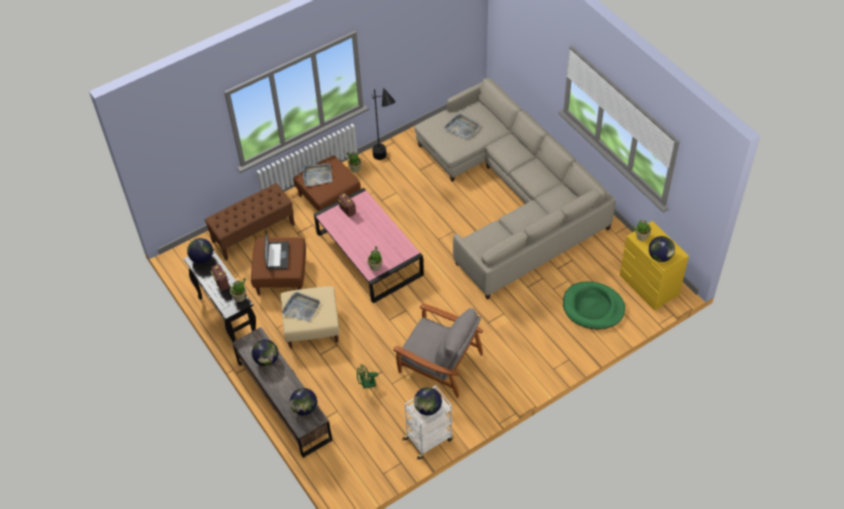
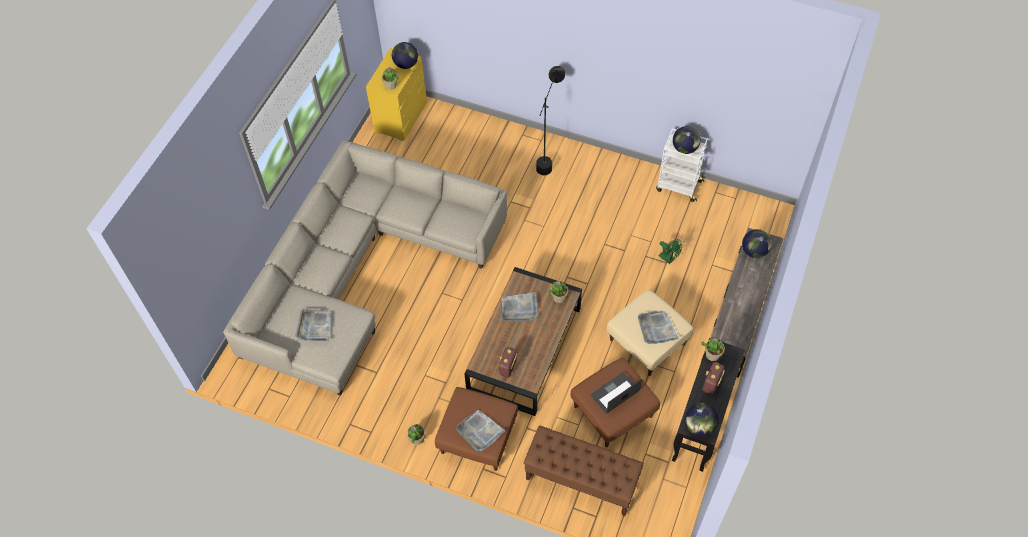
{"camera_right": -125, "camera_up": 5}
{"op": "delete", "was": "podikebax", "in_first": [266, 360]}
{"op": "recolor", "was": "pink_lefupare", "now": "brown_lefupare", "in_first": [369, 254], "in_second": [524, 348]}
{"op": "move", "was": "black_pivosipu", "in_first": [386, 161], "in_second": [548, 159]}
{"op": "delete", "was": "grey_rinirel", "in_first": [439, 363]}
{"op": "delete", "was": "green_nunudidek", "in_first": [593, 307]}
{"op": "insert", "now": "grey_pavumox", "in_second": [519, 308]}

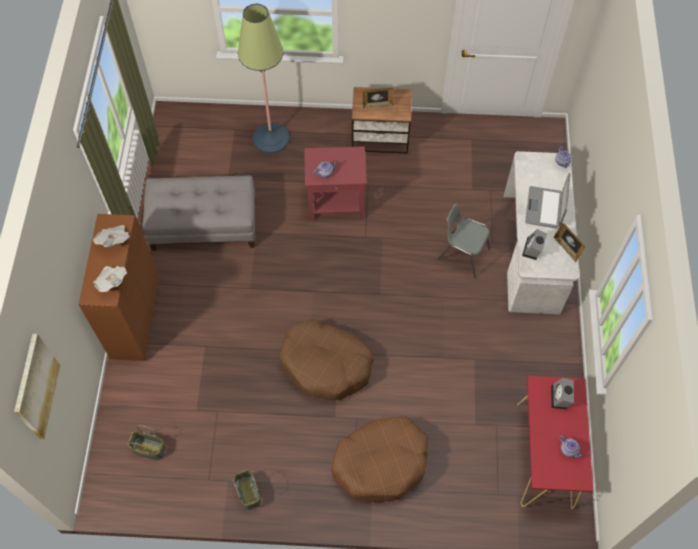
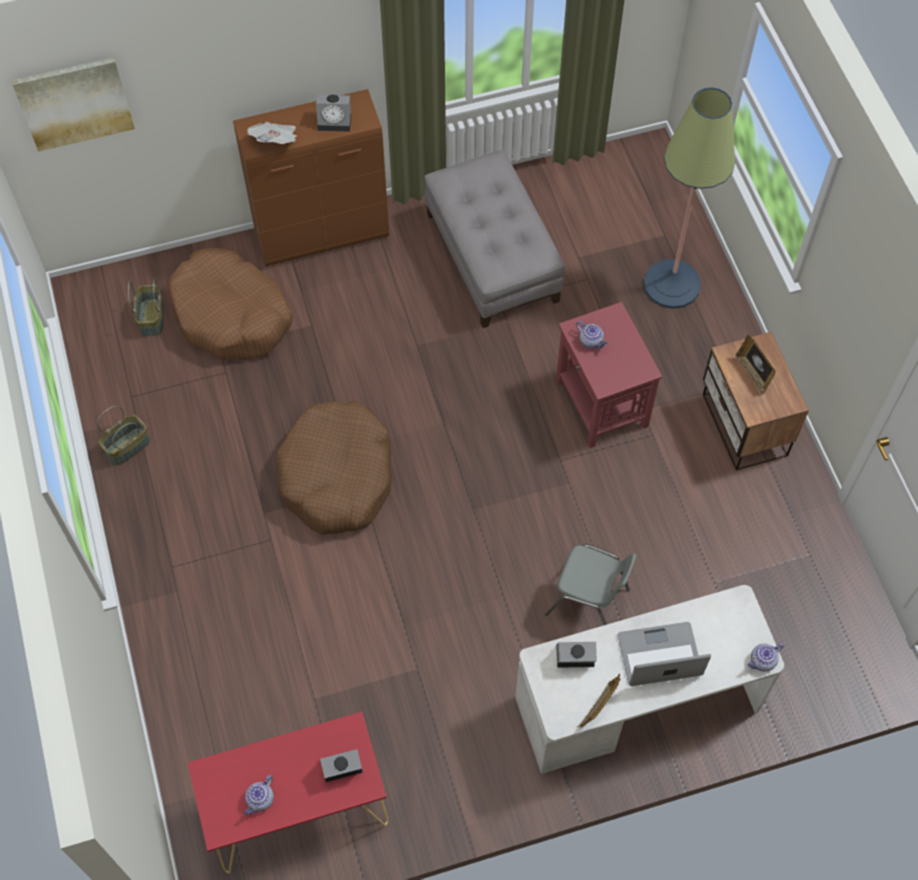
{"camera_right": 70, "camera_up": 0}
{"op": "replace", "was": "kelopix", "now": "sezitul", "in_first": [114, 240], "in_second": [335, 121]}
{"op": "move", "was": "brown_nunudidek", "in_first": [381, 462], "in_second": [231, 315]}
{"op": "rotate", "was": "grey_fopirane", "in_first": [462, 254], "in_second": [588, 602], "clockwise": 105}

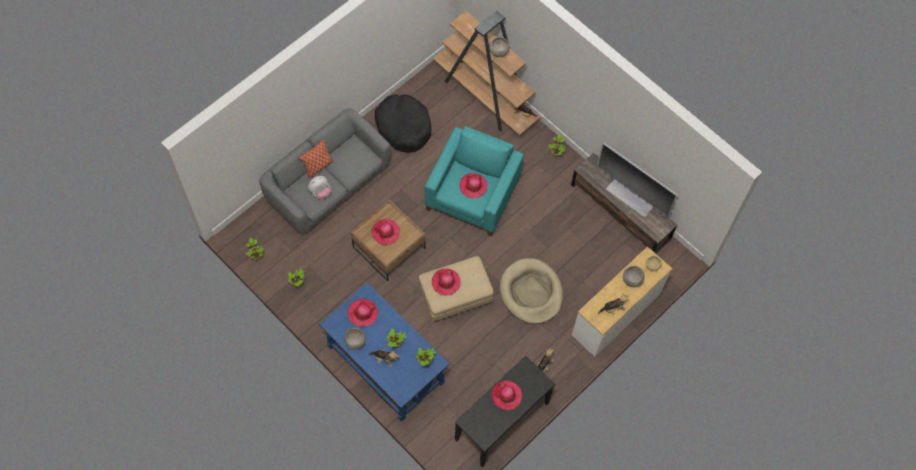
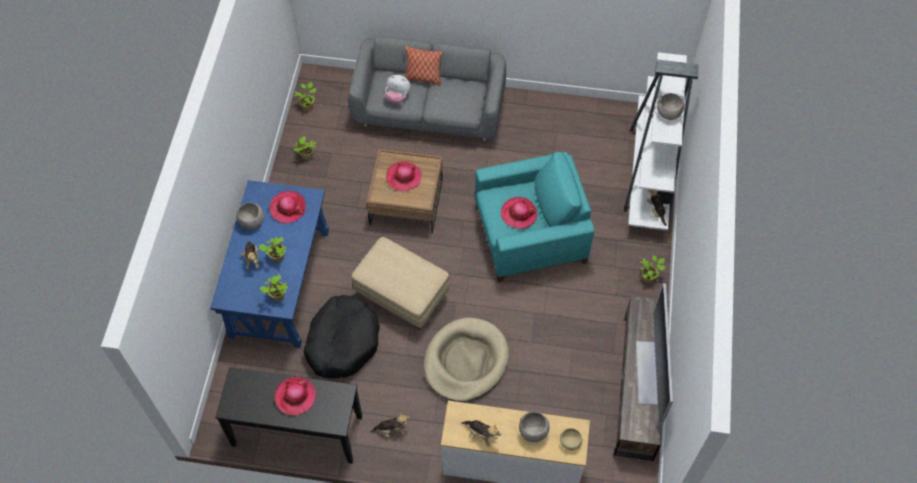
{"camera_right": 55, "camera_up": -5}
{"op": "move", "was": "black_nunudidek", "in_first": [403, 127], "in_second": [342, 341]}
{"op": "delete", "was": "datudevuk", "in_first": [446, 282]}
{"op": "recolor", "was": "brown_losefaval", "now": "white_losefaval", "in_first": [486, 96], "in_second": [650, 173]}

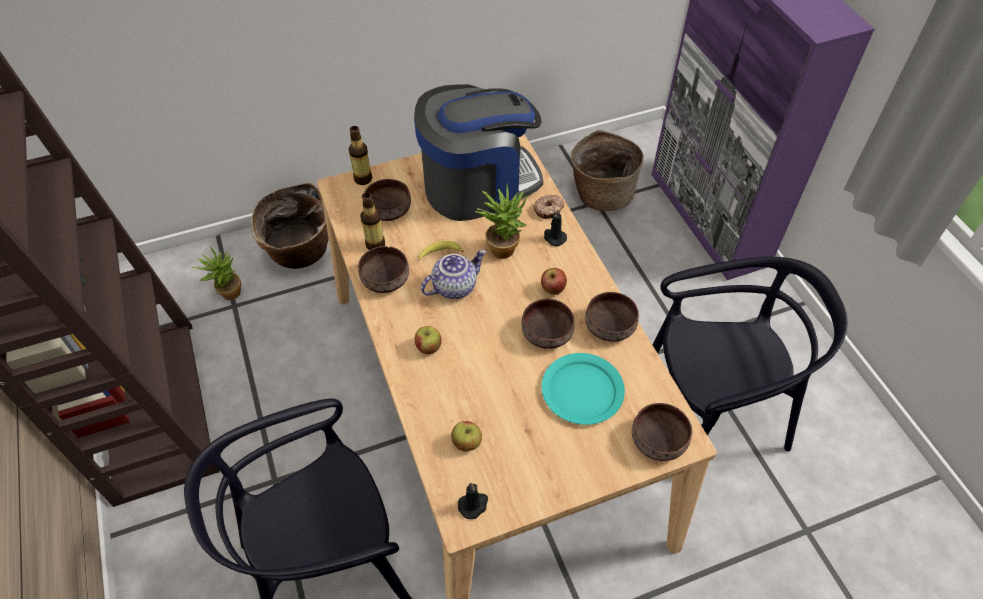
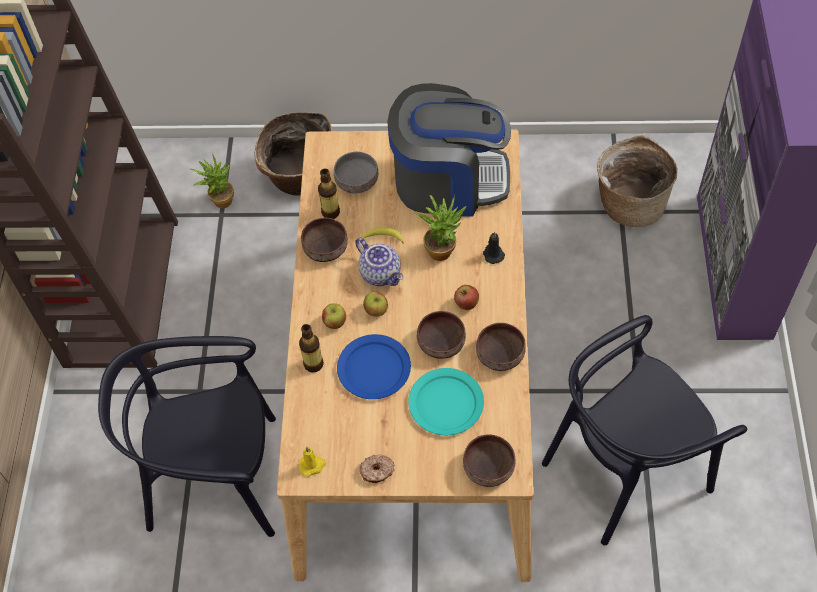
{"camera_right": 25, "camera_up": 5}
{"op": "move", "was": "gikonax", "in_first": [363, 179], "in_second": [313, 364]}
{"op": "recolor", "was": "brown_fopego", "now": "grey_fopego", "in_first": [388, 209], "in_second": [356, 180]}
{"op": "rotate", "was": "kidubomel", "in_first": [454, 286], "in_second": [381, 273], "clockwise": 60}
{"op": "move", "was": "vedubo", "in_first": [466, 443], "in_second": [376, 310]}
{"op": "recolor", "was": "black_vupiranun", "now": "yellow_vupiranun", "in_first": [473, 505], "in_second": [312, 465]}
{"op": "move", "was": "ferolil", "in_first": [549, 210], "in_second": [377, 471]}
{"op": "rotate", "was": "black_fopirane", "in_first": [711, 415], "in_second": [625, 470], "clockwise": 135}
{"op": "insert", "now": "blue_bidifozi", "in_second": [373, 368]}

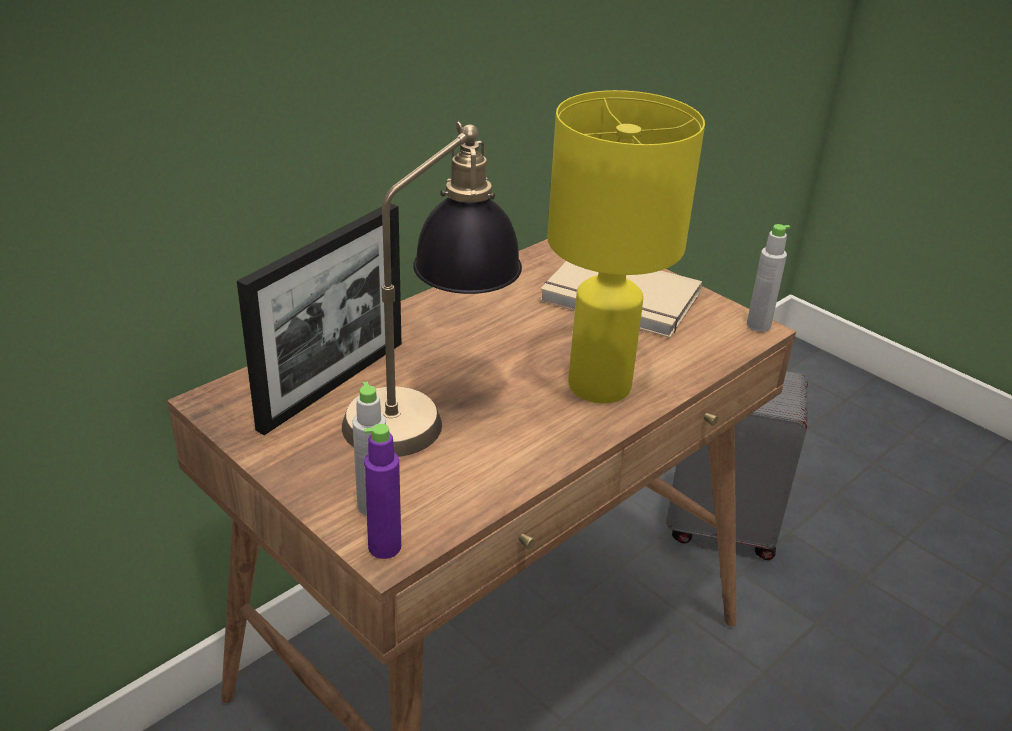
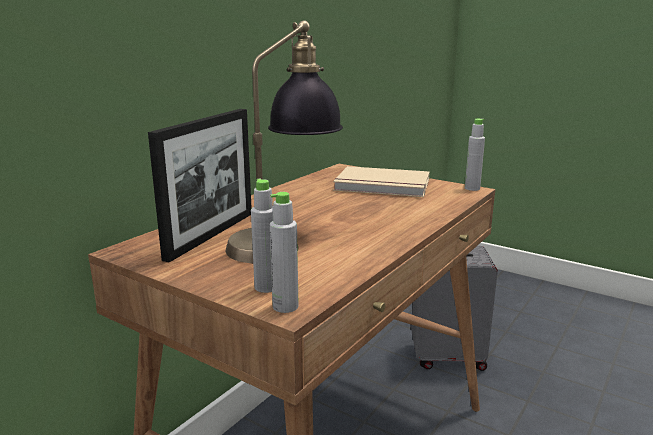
{"camera_right": -10, "camera_up": -15}
{"op": "recolor", "was": "purple_gikonax", "now": "grey_gikonax", "in_first": [384, 547], "in_second": [285, 306]}
{"op": "delete", "was": "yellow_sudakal", "in_first": [597, 384]}

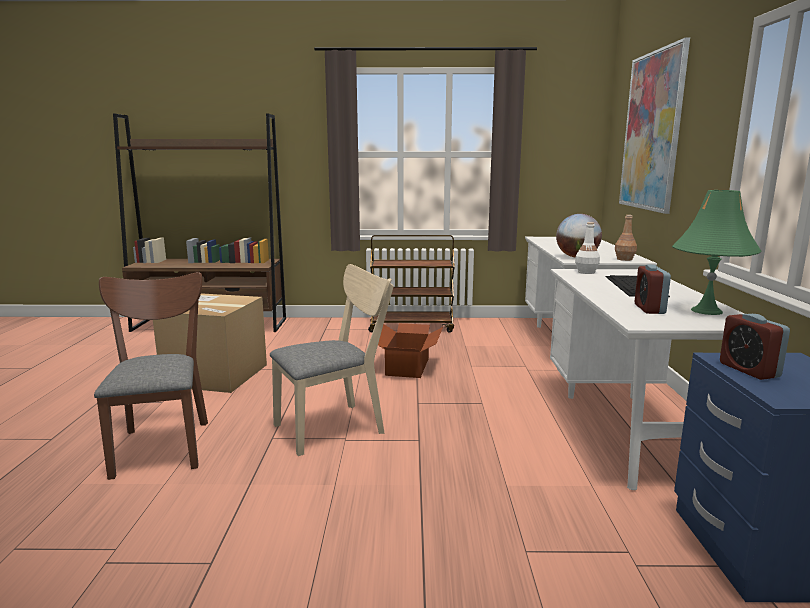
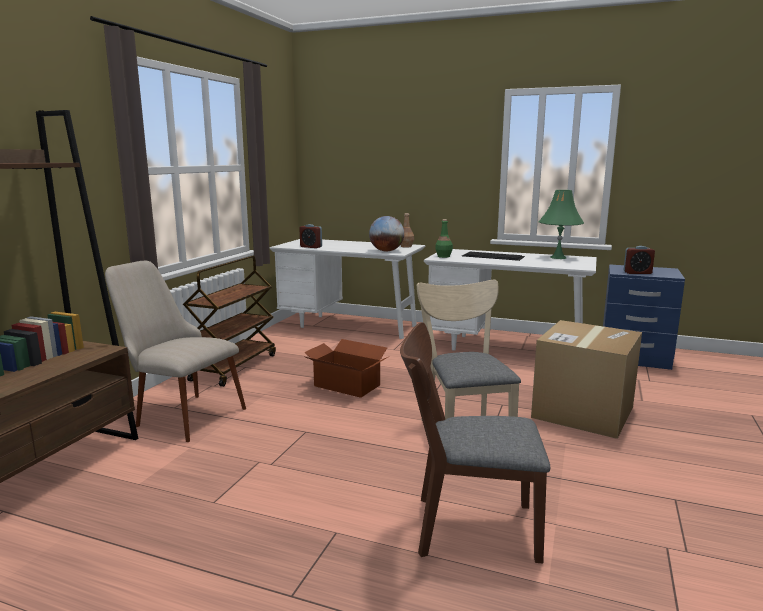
{"camera_right": -70, "camera_up": 0}
{"op": "move", "was": "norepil", "in_first": [216, 375], "in_second": [583, 412]}
{"op": "recolor", "was": "white_gikonax", "now": "green_gikonax", "in_first": [586, 272], "in_second": [443, 256]}
{"op": "delete", "was": "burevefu", "in_first": [651, 131]}
{"op": "move", "was": "sezitul", "in_first": [649, 309], "in_second": [311, 247]}
{"op": "insert", "now": "beige_fopirane", "in_second": [179, 413]}

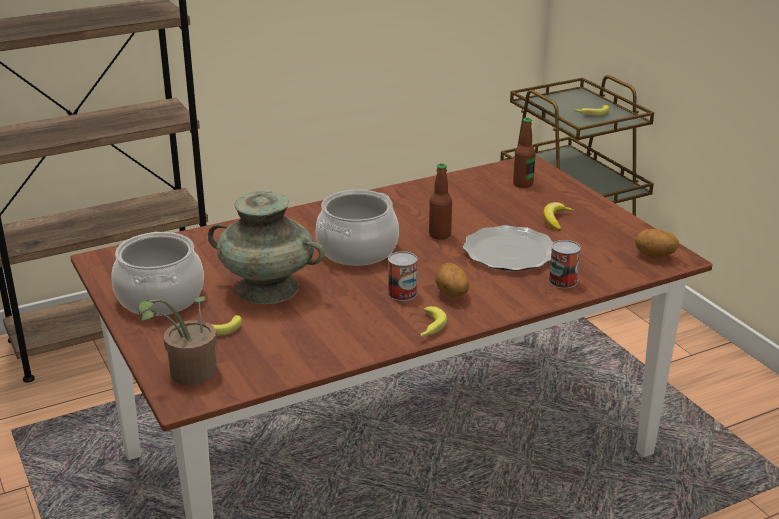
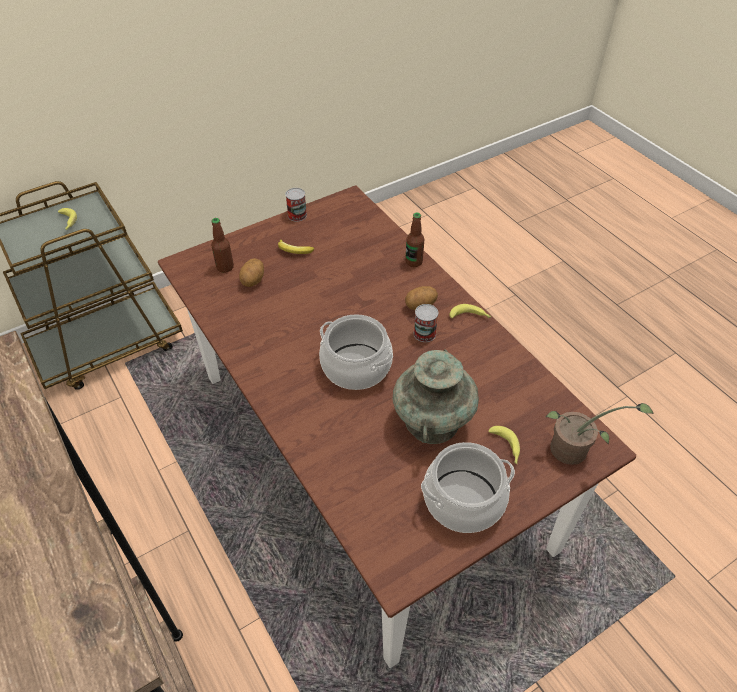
{"camera_right": -95, "camera_up": 20}
{"op": "move", "was": "gikonax", "in_first": [440, 235], "in_second": [413, 262]}
{"op": "delete", "was": "bidifozi", "in_first": [510, 252]}
{"op": "move", "was": "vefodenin", "in_first": [562, 281], "in_second": [297, 215]}
{"op": "move", "was": "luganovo", "in_first": [654, 256], "in_second": [253, 281]}

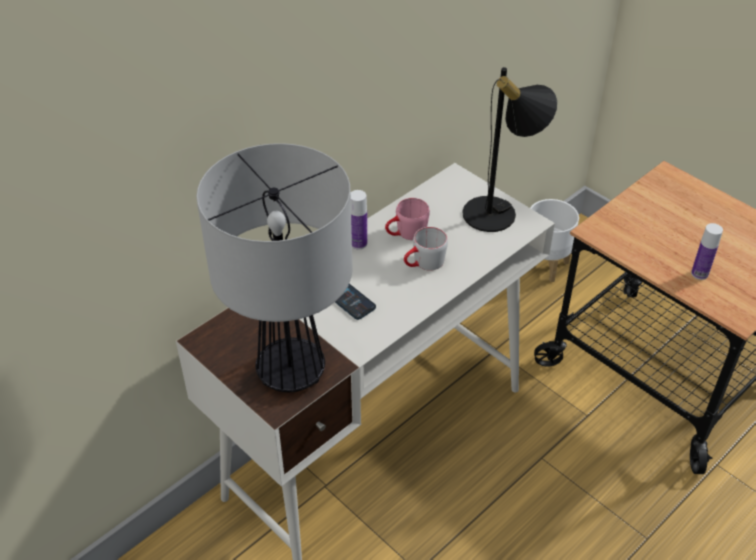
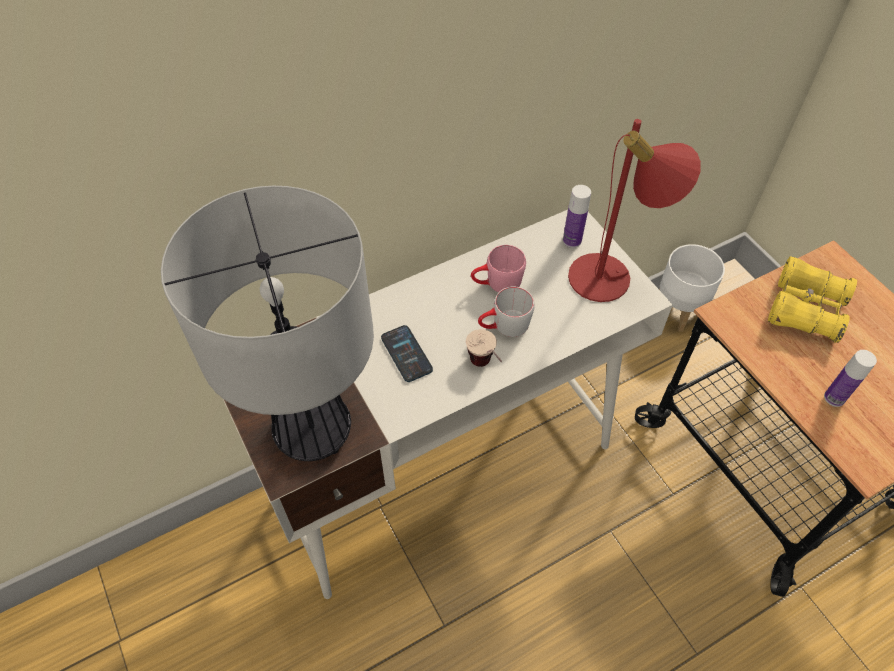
{"camera_right": 15, "camera_up": 10}
{"op": "move", "was": "gikonax", "in_first": [358, 243], "in_second": [572, 240]}
{"op": "recolor", "was": "black_sudakal", "now": "red_sudakal", "in_first": [499, 213], "in_second": [612, 278]}
{"op": "insert", "now": "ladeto", "in_second": [485, 368]}
{"op": "insert", "now": "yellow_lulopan", "in_second": [805, 309]}

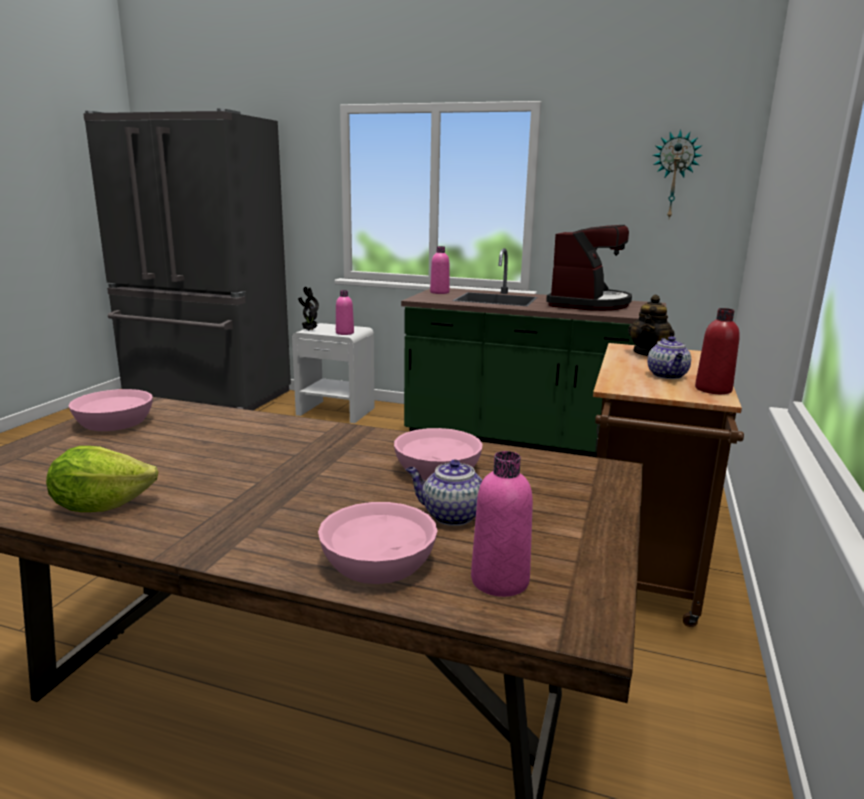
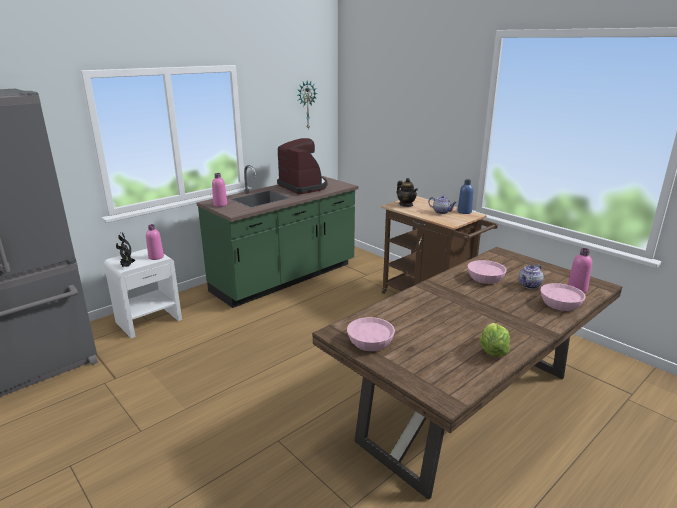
{"camera_right": -60, "camera_up": 5}
{"op": "recolor", "was": "red_gikonax", "now": "blue_gikonax", "in_first": [713, 389], "in_second": [464, 212]}

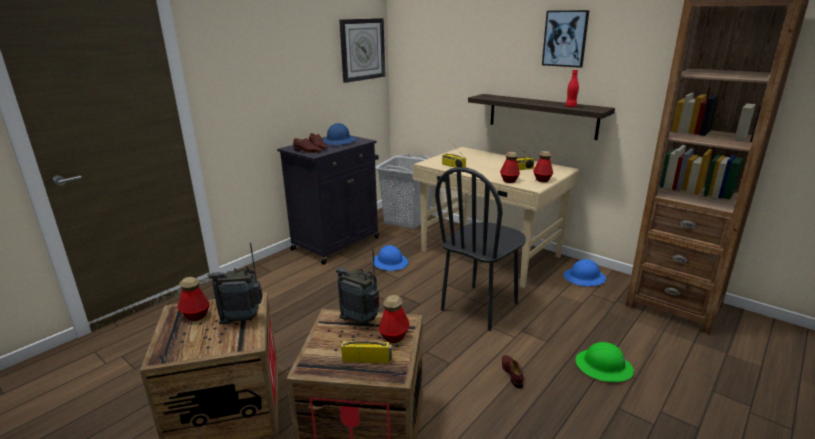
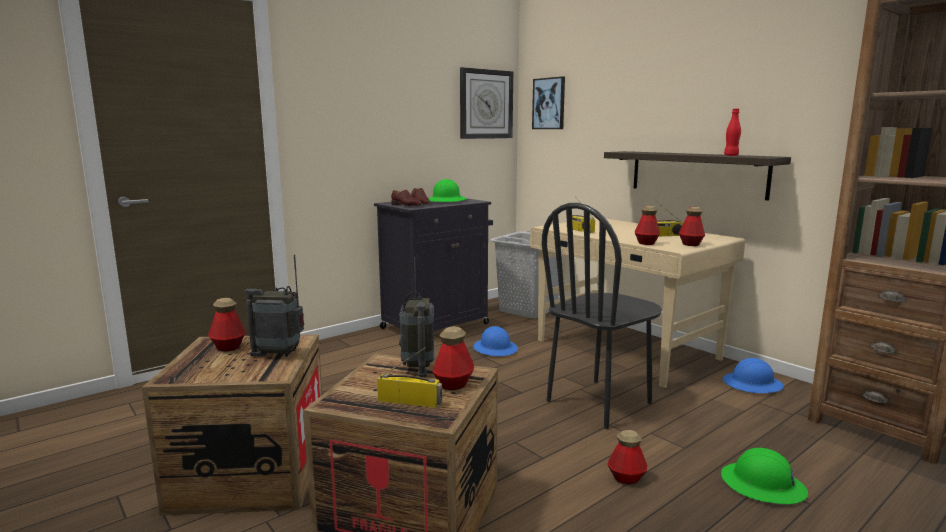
{"camera_right": 10, "camera_up": -10}
{"op": "recolor", "was": "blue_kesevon", "now": "green_kesevon", "in_first": [339, 141], "in_second": [446, 201]}
{"op": "rotate", "was": "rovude", "in_first": [361, 321], "in_second": [417, 367], "clockwise": -135}
{"op": "replace", "was": "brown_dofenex", "now": "gikonax", "in_first": [512, 373], "in_second": [626, 478]}
{"op": "move", "was": "burevefu", "in_first": [565, 38], "in_second": [549, 103]}

